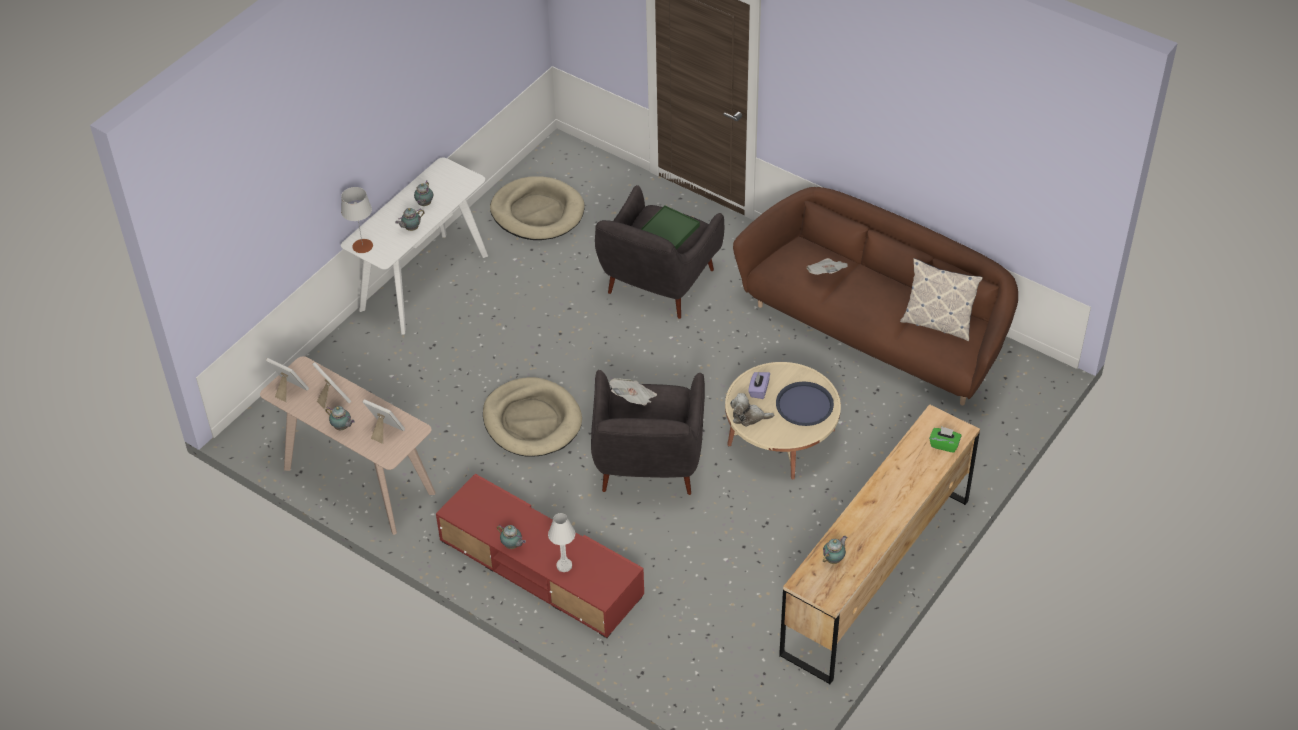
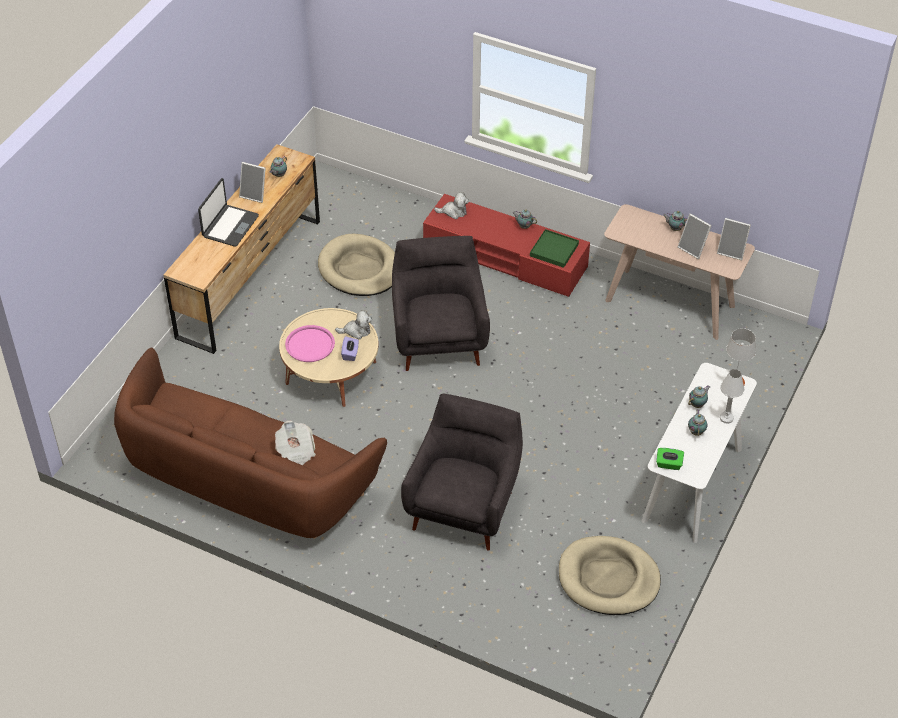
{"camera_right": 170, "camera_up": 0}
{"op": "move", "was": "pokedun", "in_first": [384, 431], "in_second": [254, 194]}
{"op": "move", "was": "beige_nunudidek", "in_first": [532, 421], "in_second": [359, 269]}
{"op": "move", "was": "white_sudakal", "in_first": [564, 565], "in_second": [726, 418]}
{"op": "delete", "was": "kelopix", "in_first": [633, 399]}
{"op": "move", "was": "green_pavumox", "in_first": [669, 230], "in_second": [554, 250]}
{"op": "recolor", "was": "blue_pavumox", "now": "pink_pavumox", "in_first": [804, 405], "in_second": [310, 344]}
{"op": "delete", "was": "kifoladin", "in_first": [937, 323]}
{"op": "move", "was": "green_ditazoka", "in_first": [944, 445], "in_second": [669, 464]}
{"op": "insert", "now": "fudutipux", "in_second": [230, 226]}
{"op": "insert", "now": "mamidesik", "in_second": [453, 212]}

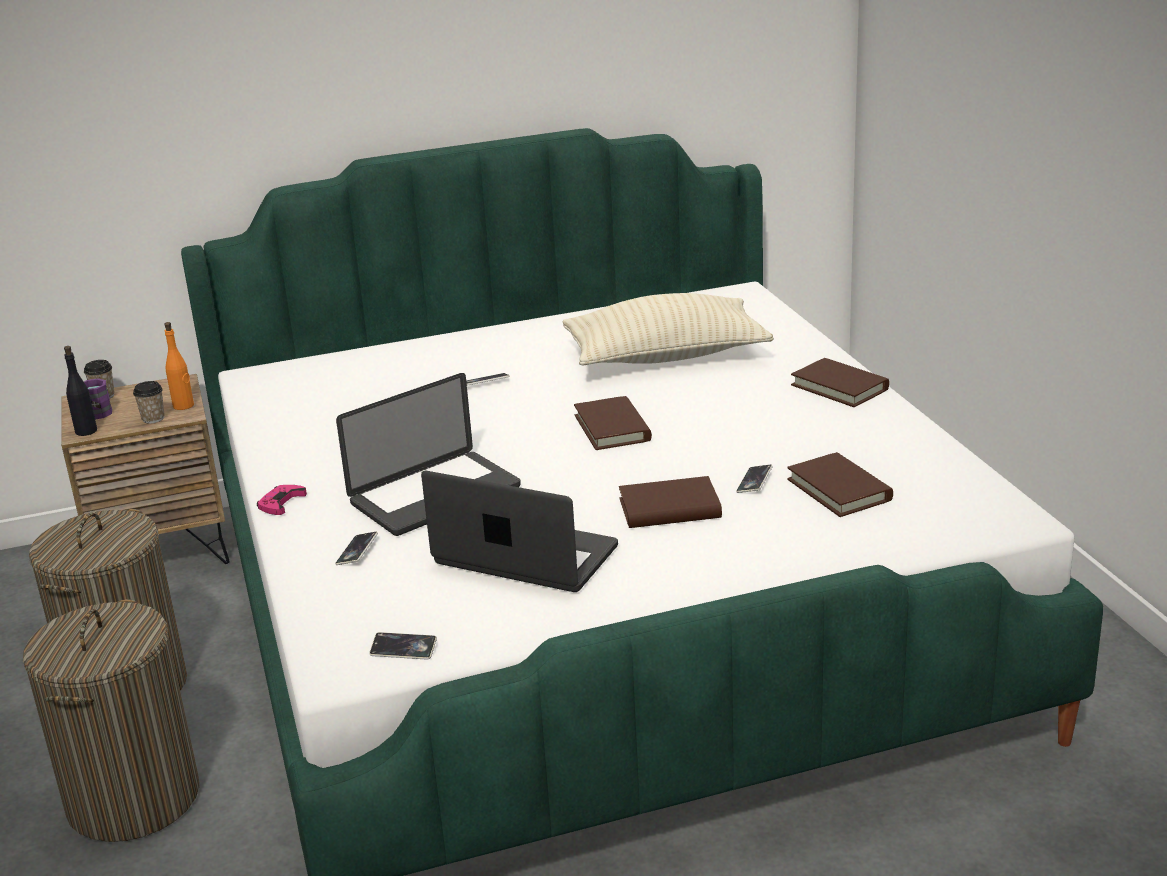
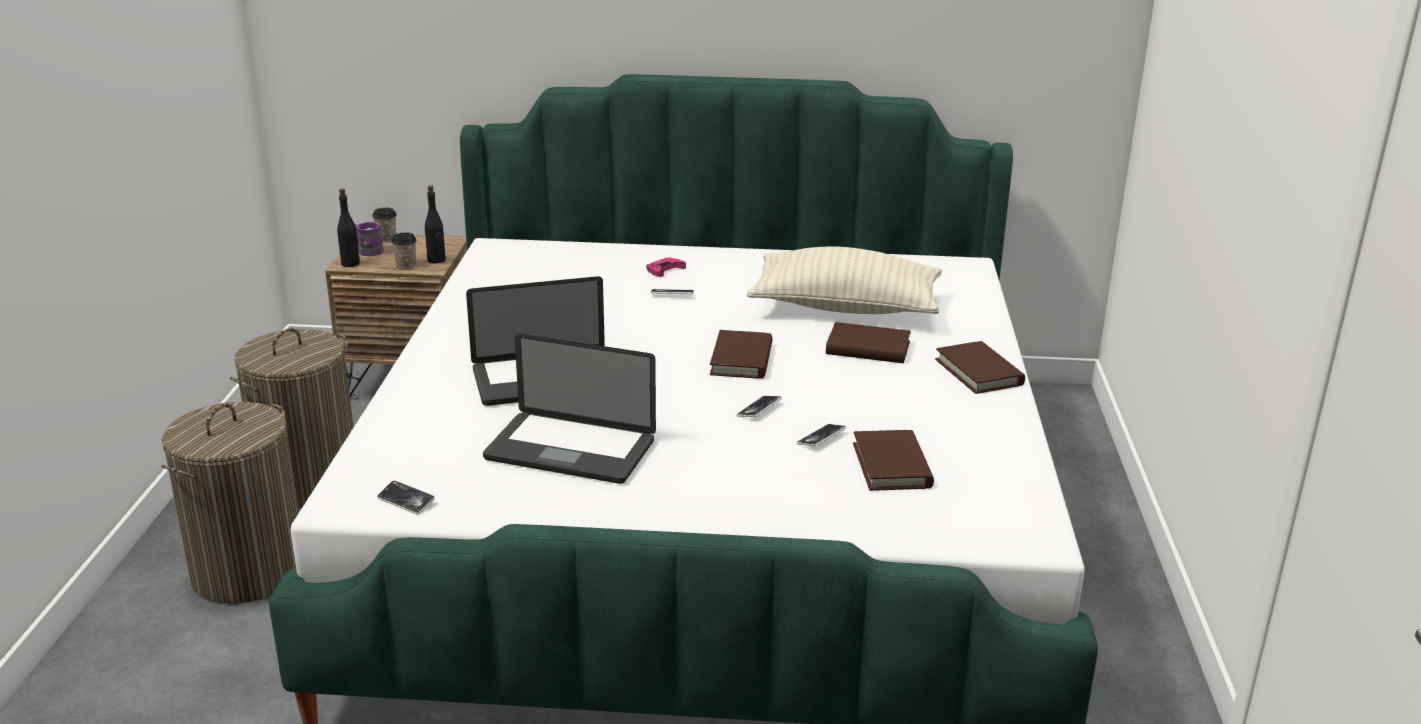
{"camera_right": 20, "camera_up": 0}
{"op": "recolor", "was": "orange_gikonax", "now": "black_gikonax", "in_first": [183, 406], "in_second": [436, 260]}
{"op": "move", "was": "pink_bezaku", "in_first": [281, 503], "in_second": [665, 270]}
{"op": "move", "was": "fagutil", "in_first": [357, 552], "in_second": [759, 409]}
{"op": "rotate", "was": "fudutipux", "in_first": [525, 556], "in_second": [570, 450], "clockwise": 150}
{"op": "move", "was": "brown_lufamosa", "in_first": [669, 509], "in_second": [868, 348]}

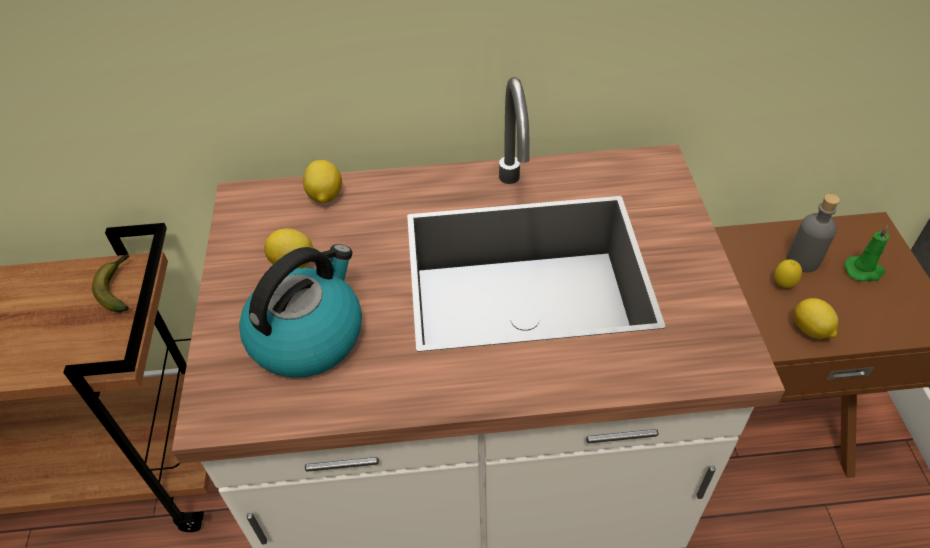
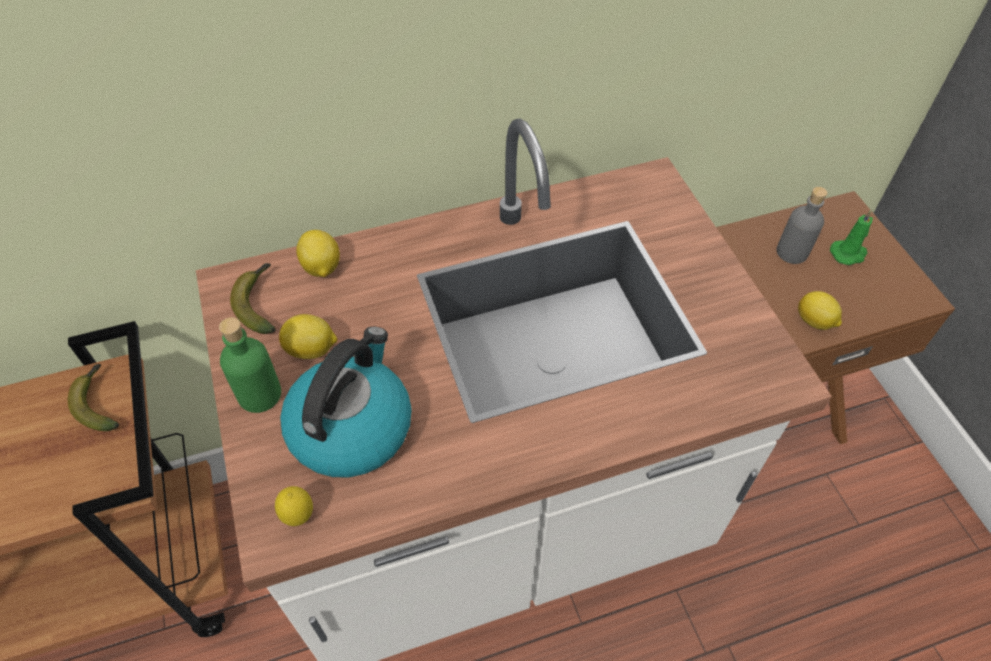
{"camera_right": -15, "camera_up": 5}
{"op": "move", "was": "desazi", "in_first": [782, 285], "in_second": [299, 516]}
{"op": "insert", "now": "green_gikonax", "in_second": [260, 394]}
{"op": "insert", "now": "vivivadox", "in_second": [259, 302]}

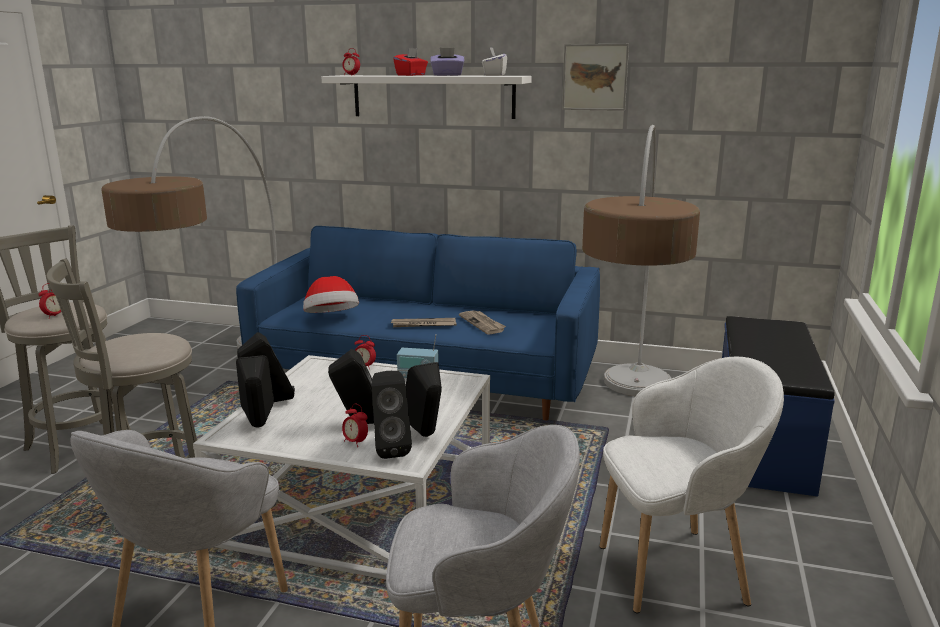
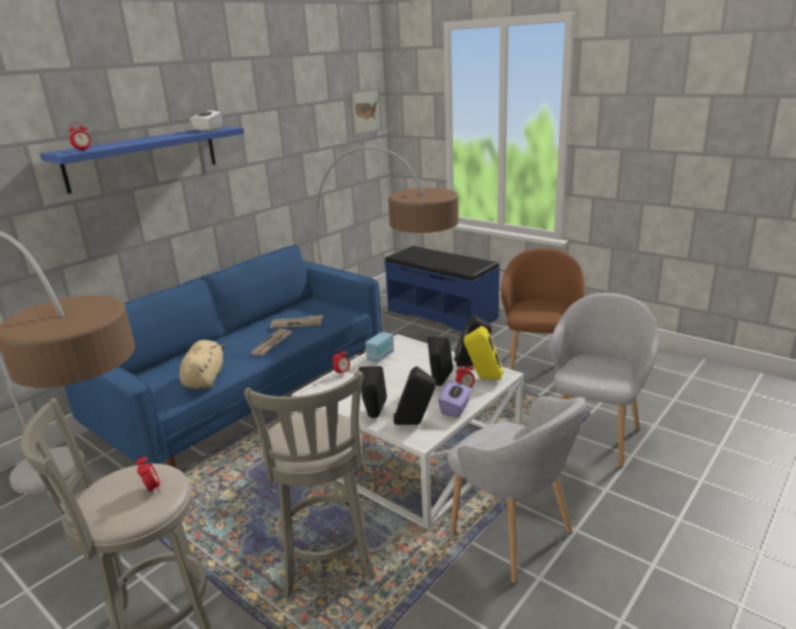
{"camera_right": -65, "camera_up": 5}
{"op": "replace", "was": "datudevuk", "now": "beige_mamidesik", "in_first": [332, 318], "in_second": [205, 379]}
{"op": "recolor", "was": "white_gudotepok", "now": "blue_gudotepok", "in_first": [433, 96], "in_second": [143, 158]}
{"op": "recolor", "was": "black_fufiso", "now": "yellow_fufiso", "in_first": [390, 449], "in_second": [483, 378]}
{"op": "delete", "was": "red_ditazoka", "in_first": [411, 75]}
{"op": "move", "was": "purple_ditazoka", "in_first": [447, 75], "in_second": [455, 408]}
{"op": "move", "was": "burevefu", "in_first": [595, 77], "in_second": [365, 111]}
{"op": "recolor", "was": "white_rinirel", "now": "brown_rinirel", "in_first": [676, 571], "in_second": [538, 366]}

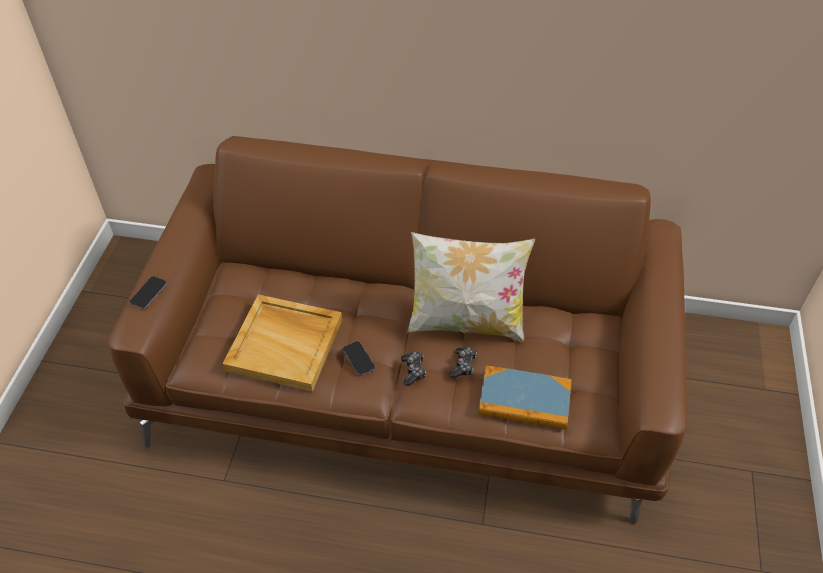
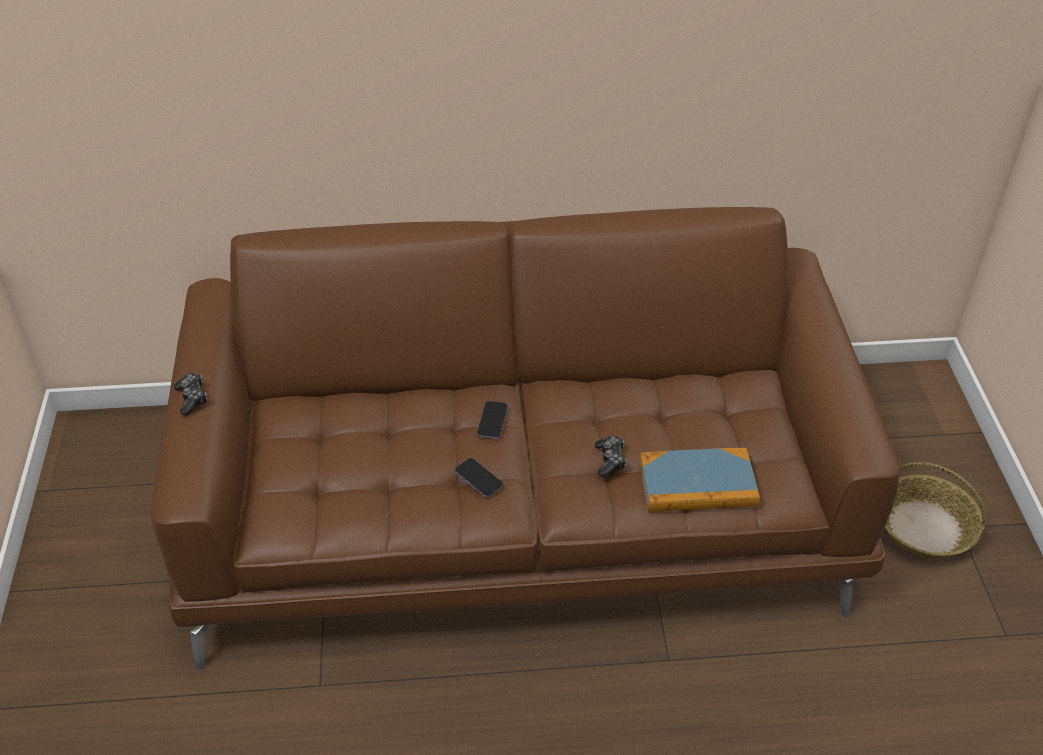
{"camera_right": -15, "camera_up": -5}
{"op": "move", "was": "fagutil", "in_first": [148, 293], "in_second": [492, 421]}
{"op": "delete", "was": "beige_pavumox", "in_first": [286, 344]}
{"op": "move", "was": "bezaku", "in_first": [413, 371], "in_second": [192, 398]}
{"op": "delete", "was": "kifoladin", "in_first": [466, 322]}
{"op": "insert", "now": "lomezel", "in_second": [925, 527]}

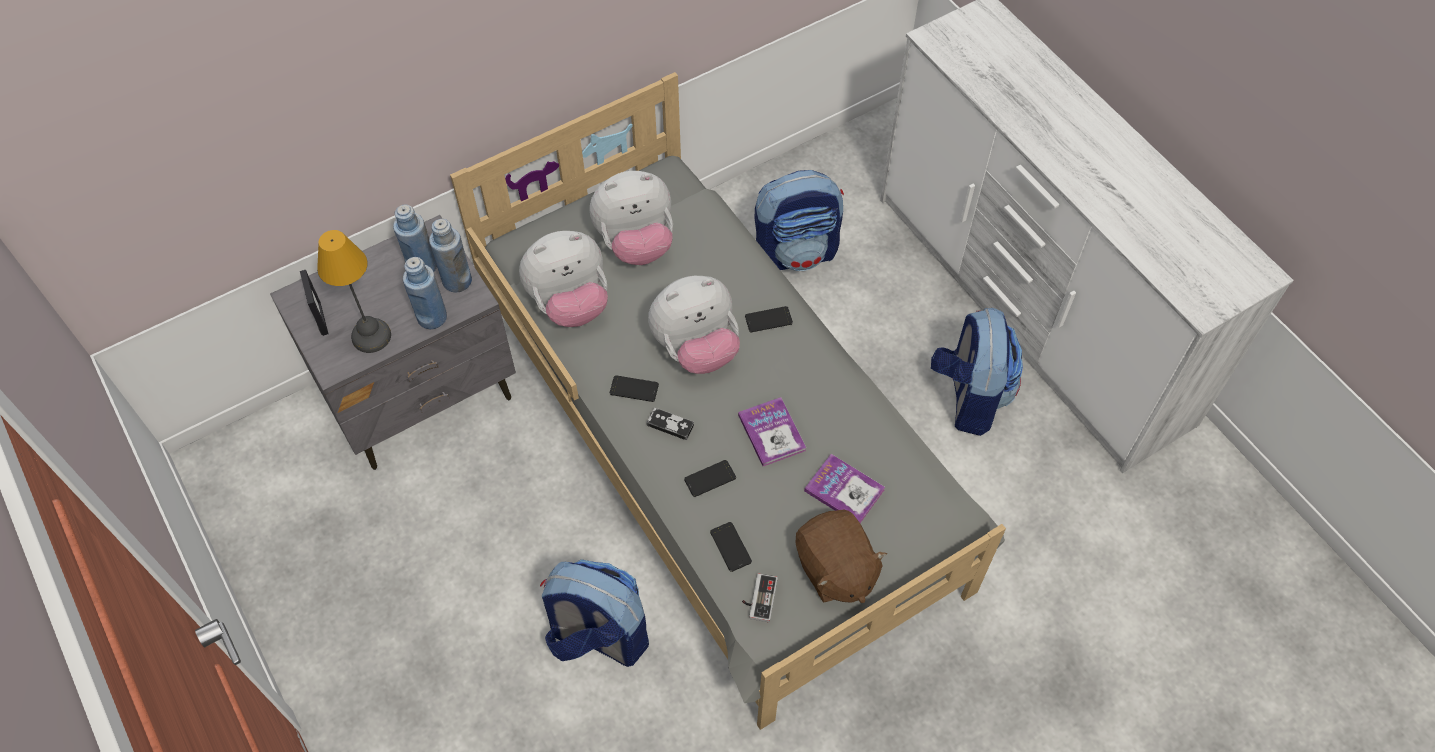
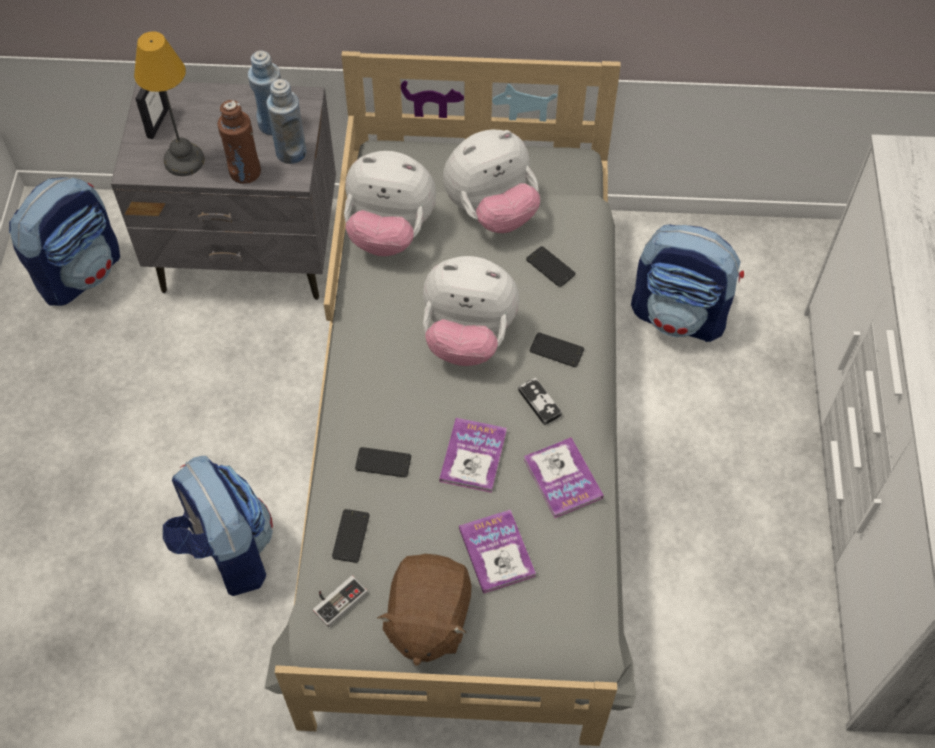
{"camera_right": 35, "camera_up": 0}
{"op": "recolor", "was": "blue_gikonax", "now": "brown_gikonax", "in_first": [432, 317], "in_second": [245, 172]}
{"op": "rotate", "was": "mamidesik", "in_first": [636, 243], "in_second": [491, 211], "clockwise": -45}
{"op": "move", "was": "fagutil", "in_first": [634, 389], "in_second": [550, 267]}
{"op": "move", "was": "bezaku", "in_first": [670, 425], "in_second": [539, 402]}
{"op": "move", "was": "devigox", "in_first": [968, 396], "in_second": [80, 272]}
{"op": "insert", "now": "lufamosa", "in_second": [562, 478]}

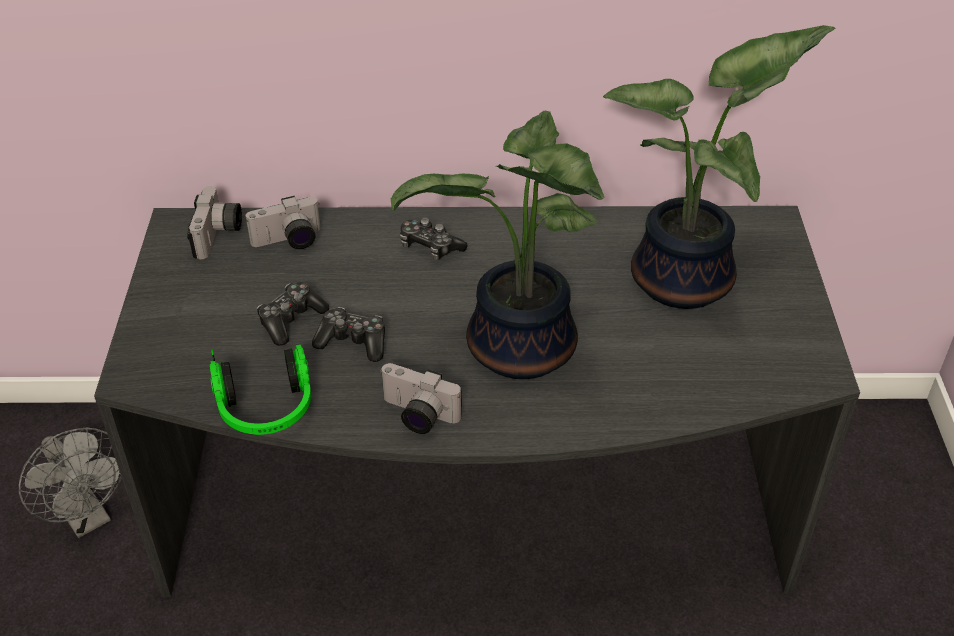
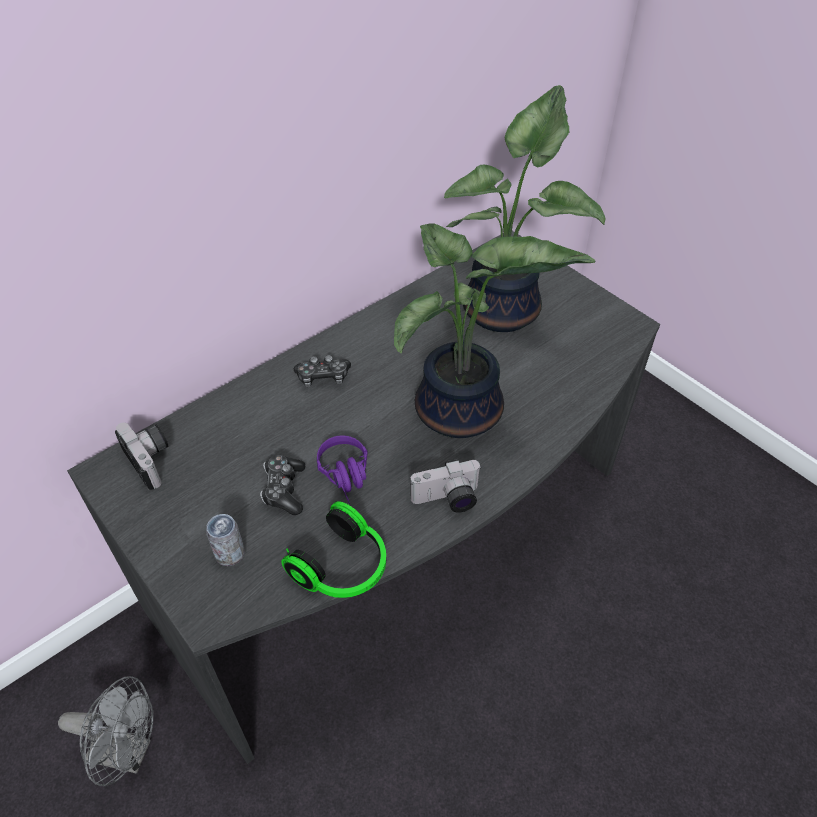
{"camera_right": -40, "camera_up": 5}
{"op": "delete", "was": "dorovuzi", "in_first": [288, 242]}
{"op": "replace", "was": "bezaku", "now": "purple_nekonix", "in_first": [353, 342], "in_second": [347, 477]}
{"op": "insert", "now": "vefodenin", "in_second": [230, 554]}

